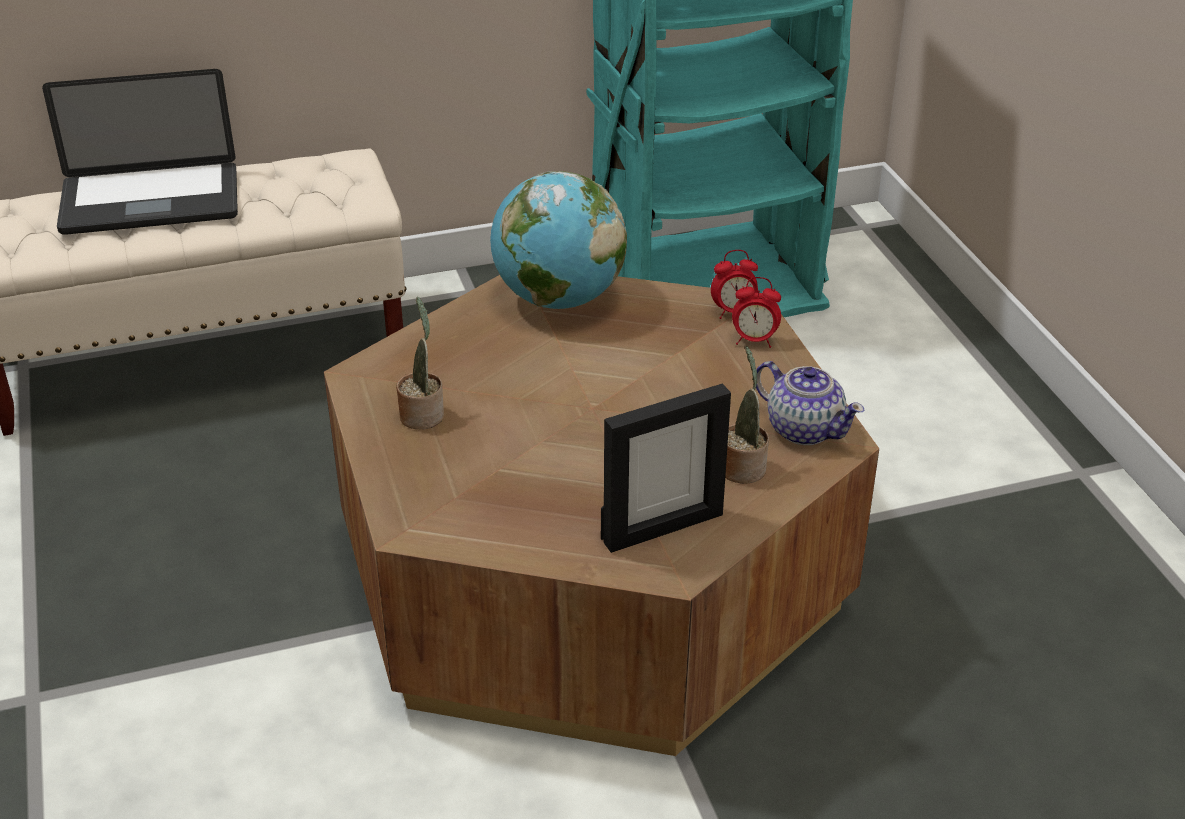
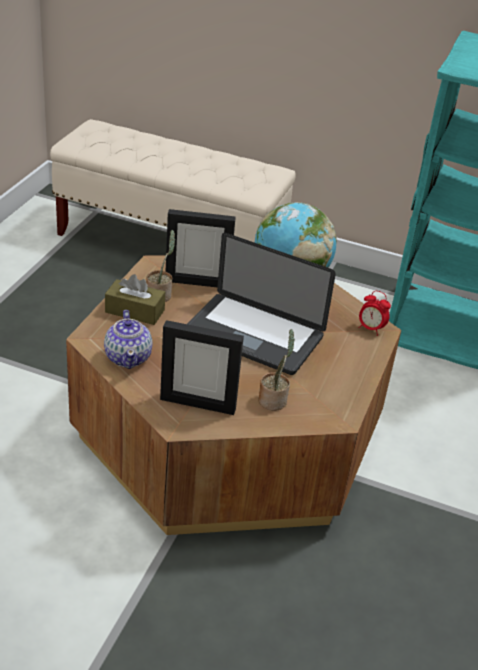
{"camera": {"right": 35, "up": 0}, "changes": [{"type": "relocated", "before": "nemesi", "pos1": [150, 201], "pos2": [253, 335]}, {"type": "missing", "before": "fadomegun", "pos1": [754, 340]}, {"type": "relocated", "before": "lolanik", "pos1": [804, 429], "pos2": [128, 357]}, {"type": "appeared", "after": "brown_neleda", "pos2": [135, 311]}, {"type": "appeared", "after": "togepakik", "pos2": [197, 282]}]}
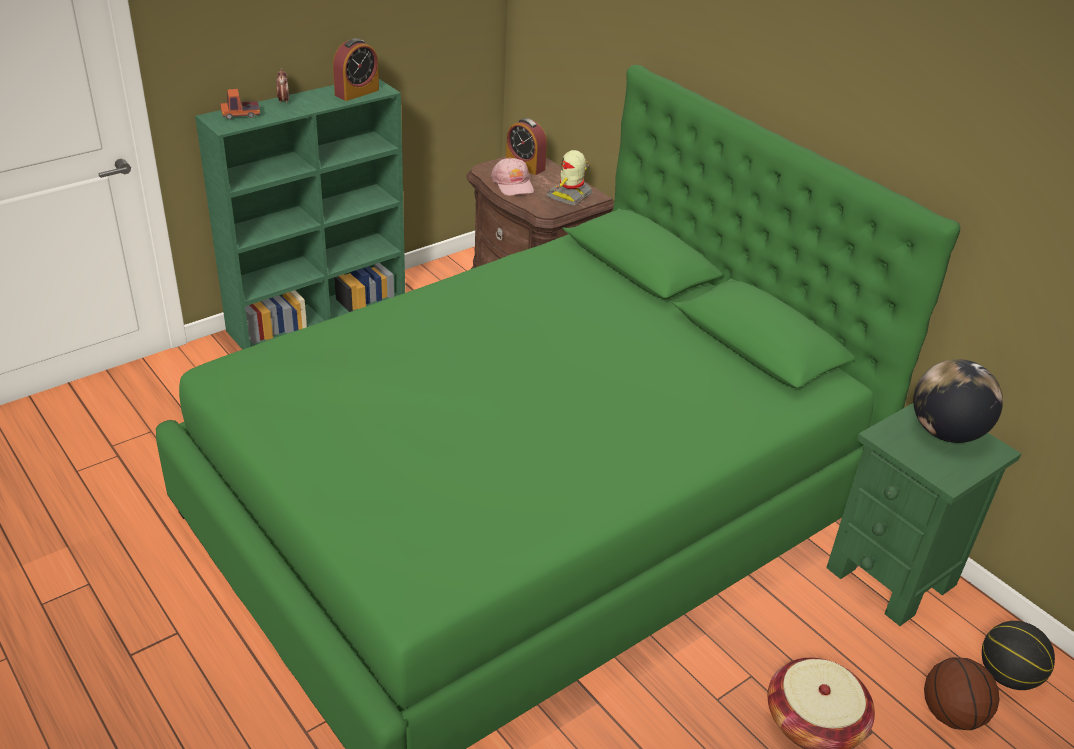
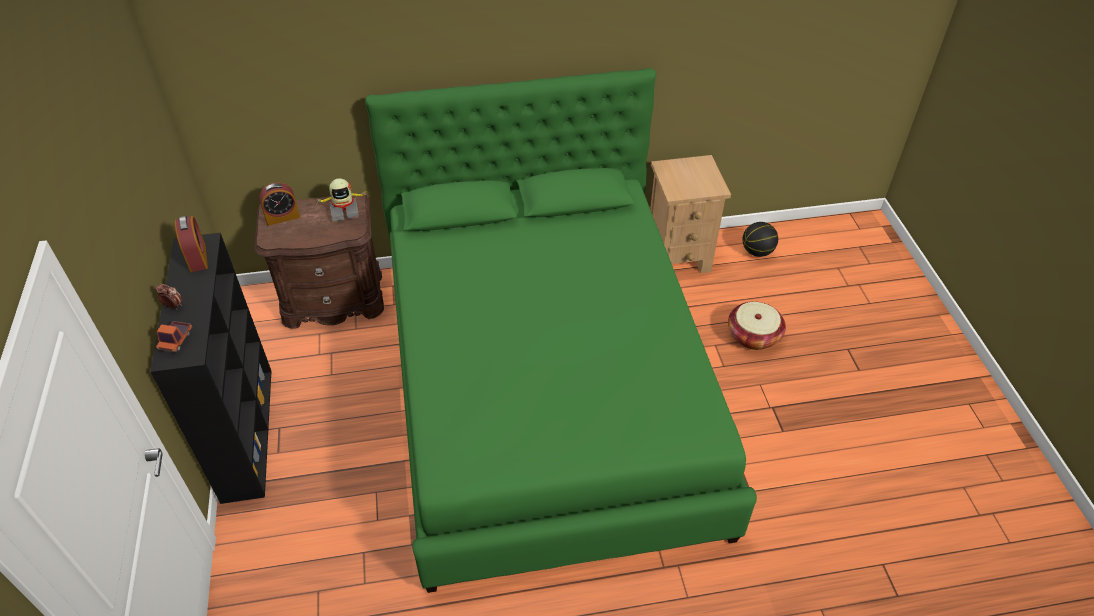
{"camera": {"right": -60, "up": 10}, "changes": [{"type": "colour", "before": "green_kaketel", "after": "black_kaketel", "pos1": [319, 314], "pos2": [247, 431]}, {"type": "missing", "before": "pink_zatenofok", "pos1": [513, 184]}, {"type": "spun", "before": "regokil", "pos1": [570, 196], "pos2": [344, 211], "turn": -75}, {"type": "colour", "before": "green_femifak", "after": "beige_femifak", "pos1": [891, 578], "pos2": [679, 257]}, {"type": "missing", "before": "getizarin", "pos1": [945, 433]}, {"type": "missing", "before": "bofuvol", "pos1": [952, 715]}]}
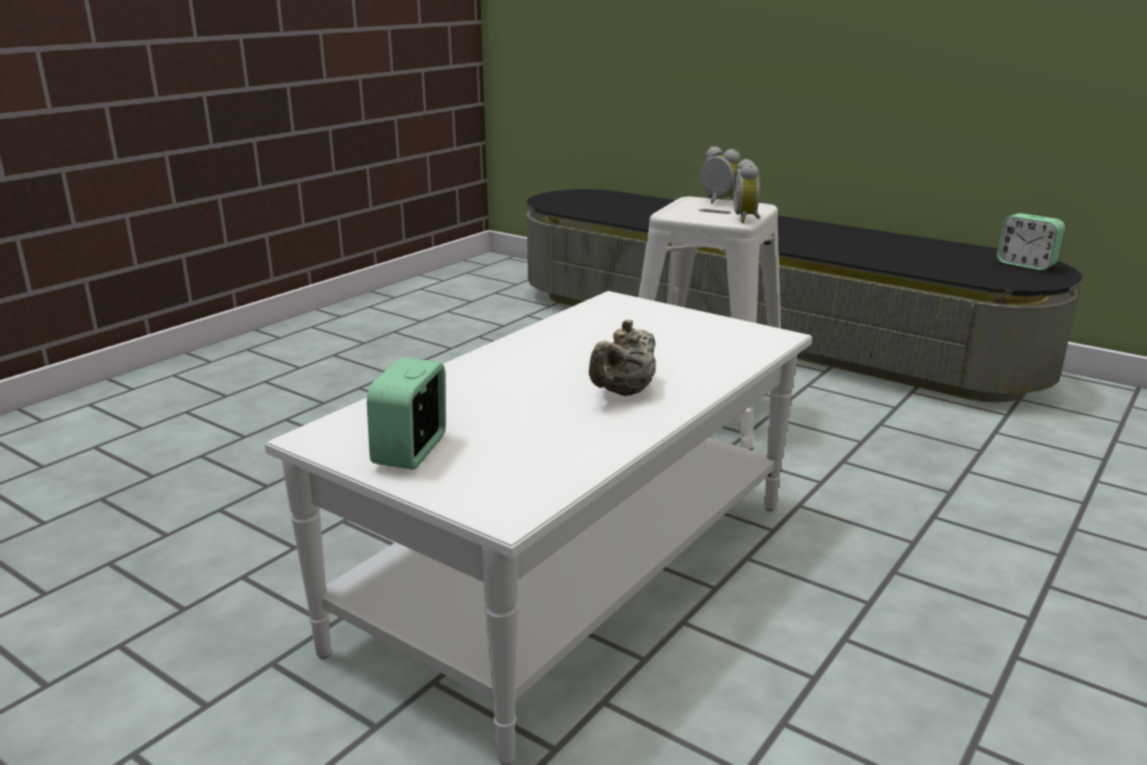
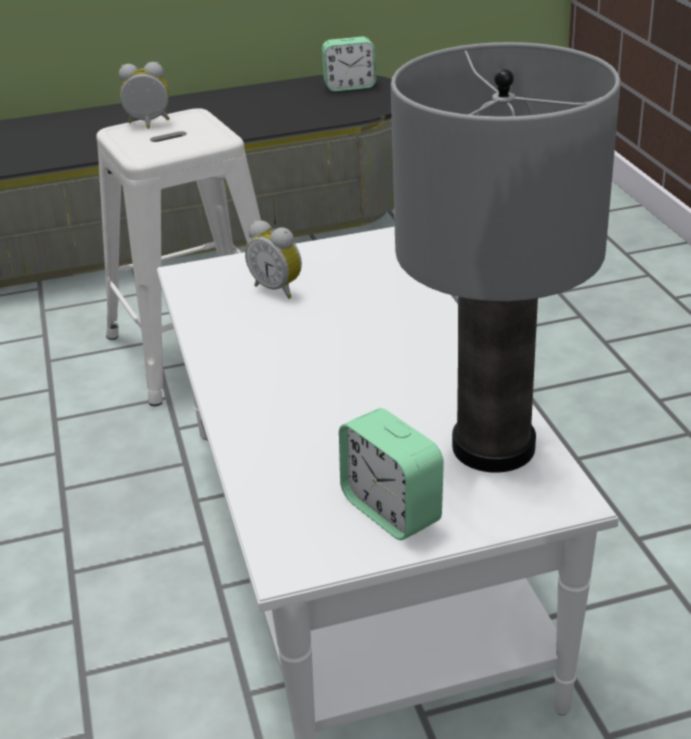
{"camera": {"right": -50, "up": 10}, "changes": [{"type": "missing", "before": "beige_lolanik", "pos1": [623, 392]}, {"type": "relocated", "before": "fadomegun", "pos1": [747, 219], "pos2": [278, 289]}, {"type": "appeared", "after": "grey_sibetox", "pos2": [494, 446]}]}
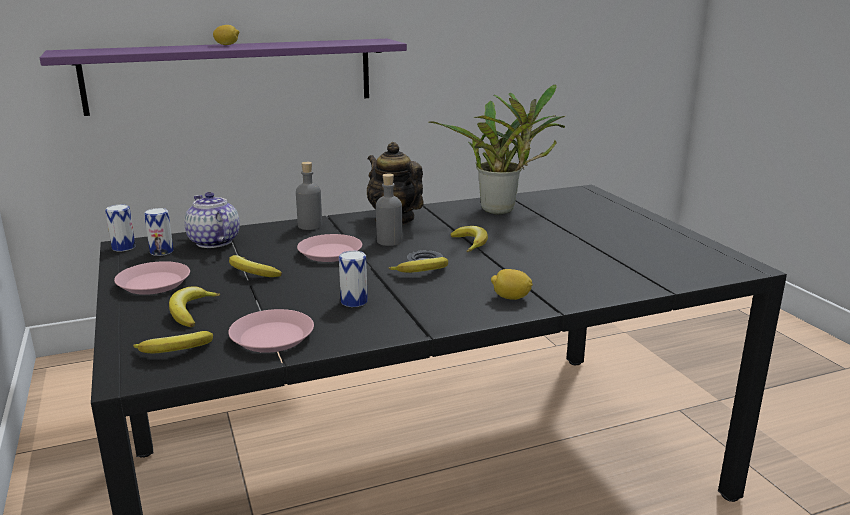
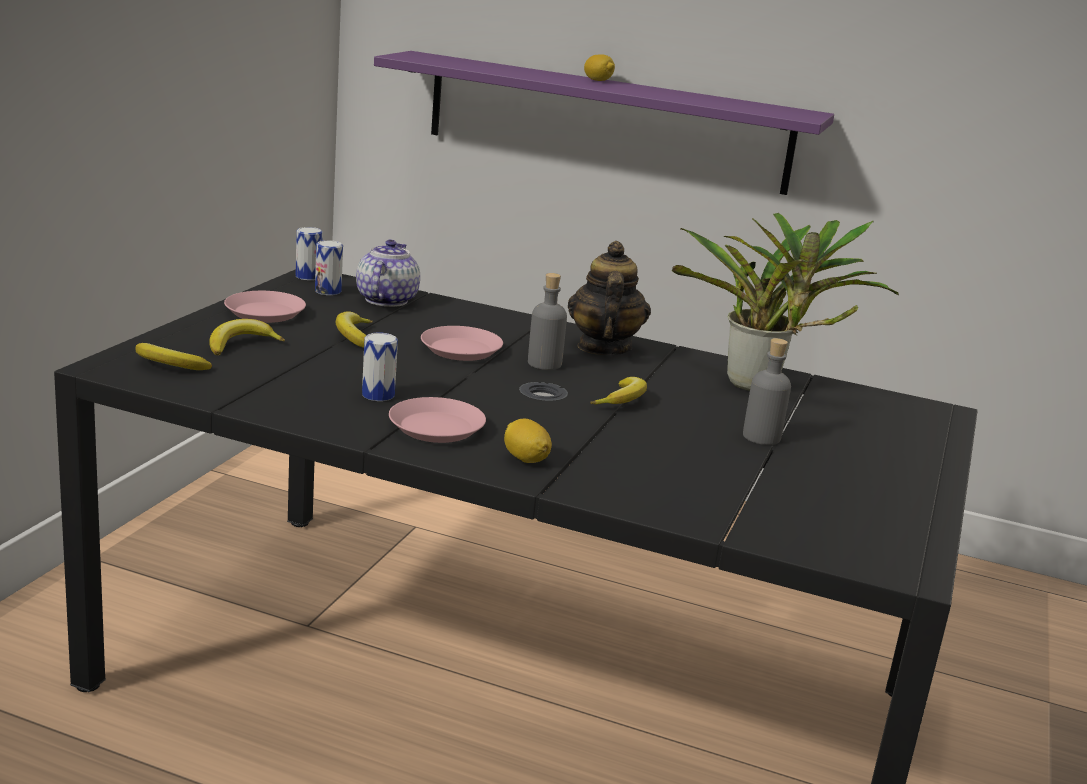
{"camera": {"right": 40, "up": 0}, "changes": [{"type": "relocated", "before": "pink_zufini", "pos1": [272, 337], "pos2": [436, 428]}, {"type": "relocated", "before": "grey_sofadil", "pos1": [310, 226], "pos2": [761, 437]}, {"type": "missing", "before": "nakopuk", "pos1": [422, 272]}]}
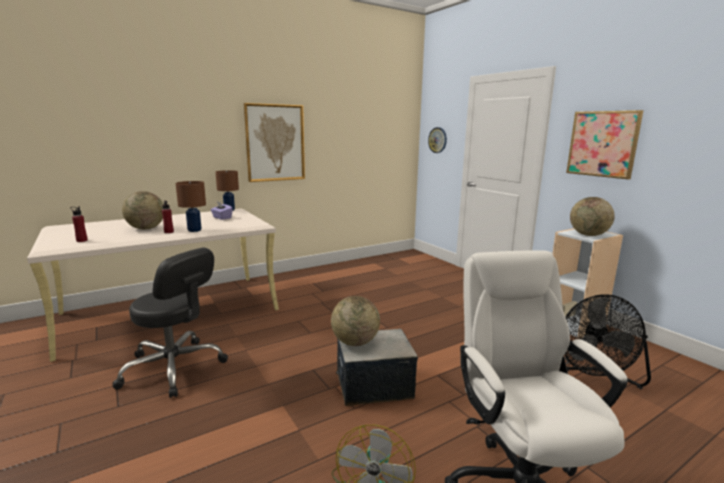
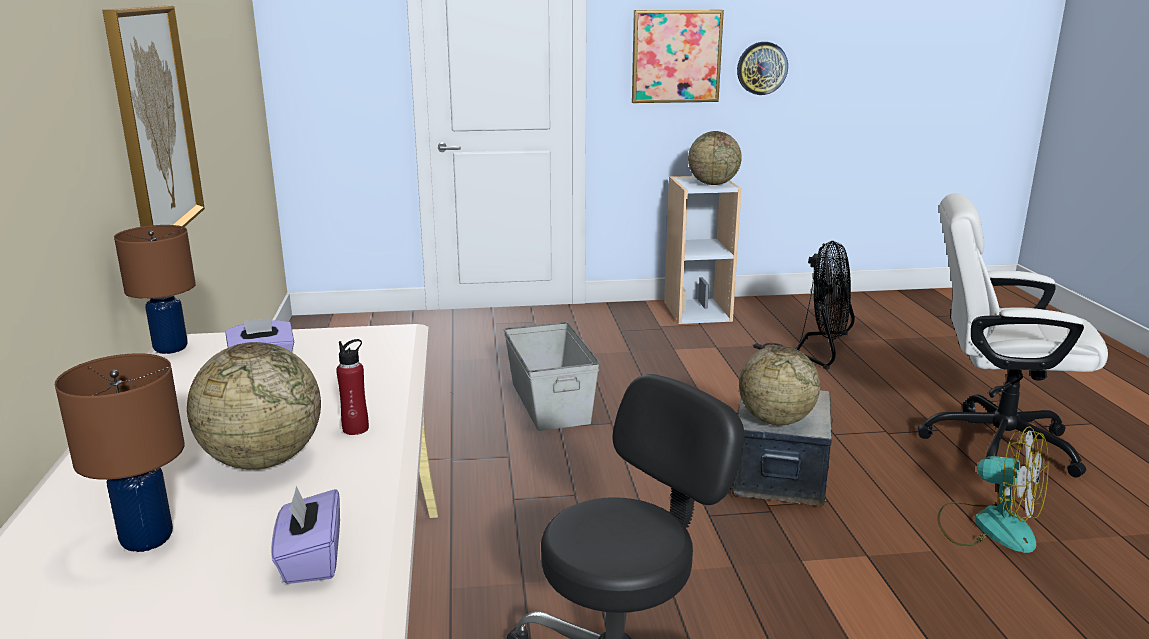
{"camera": {"right": -65, "up": 5}, "changes": [{"type": "exchanged", "before": "red_sofadil", "after": "purple_neleda", "pos1": [81, 240], "pos2": [310, 560]}, {"type": "relocated", "before": "brown_sibetox", "pos1": [194, 230], "pos2": [149, 540]}, {"type": "relocated", "before": "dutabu", "pos1": [437, 140], "pos2": [762, 68]}, {"type": "appeared", "after": "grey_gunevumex", "pos2": [549, 403]}]}
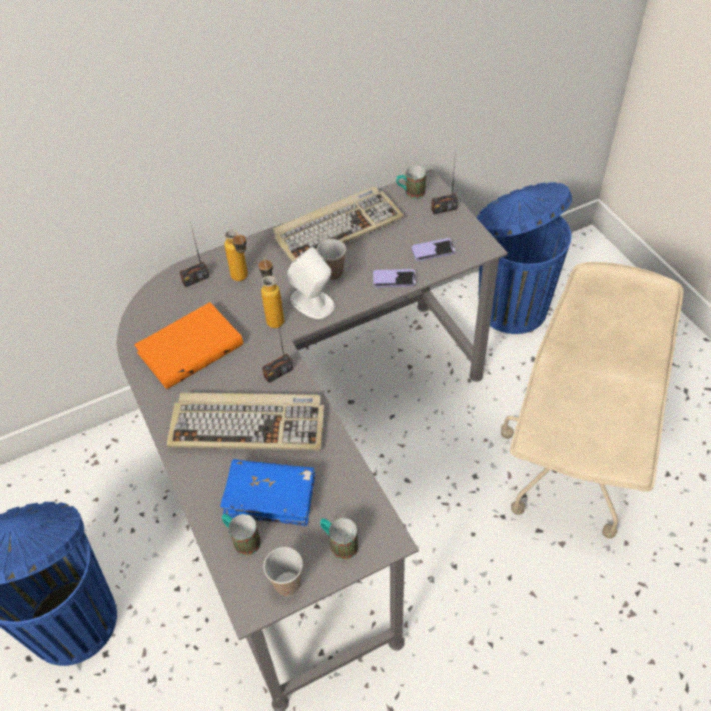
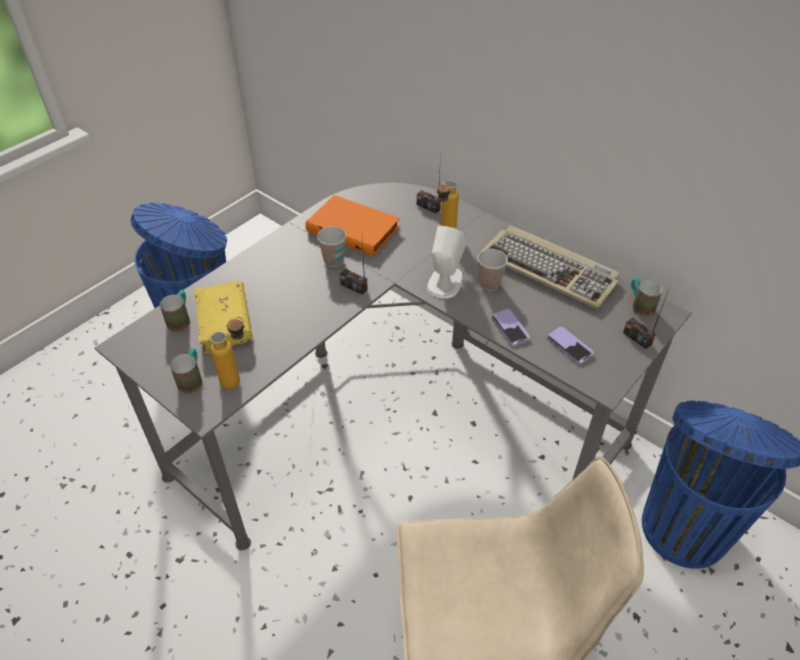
{"camera": {"right": 65, "up": -5}, "changes": [{"type": "missing", "before": "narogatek", "pos1": [249, 424]}, {"type": "colour", "before": "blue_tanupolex", "after": "yellow_tanupolex", "pos1": [270, 497], "pos2": [225, 323]}, {"type": "relocated", "before": "sofadil", "pos1": [274, 316], "pos2": [238, 378]}, {"type": "relocated", "before": "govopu", "pos1": [287, 583], "pos2": [334, 261]}]}
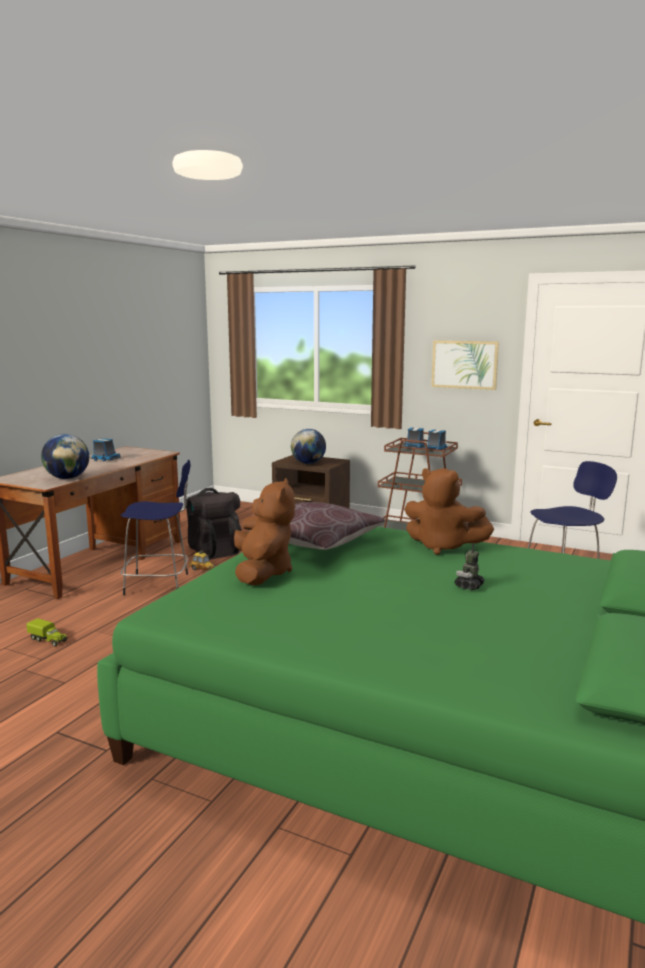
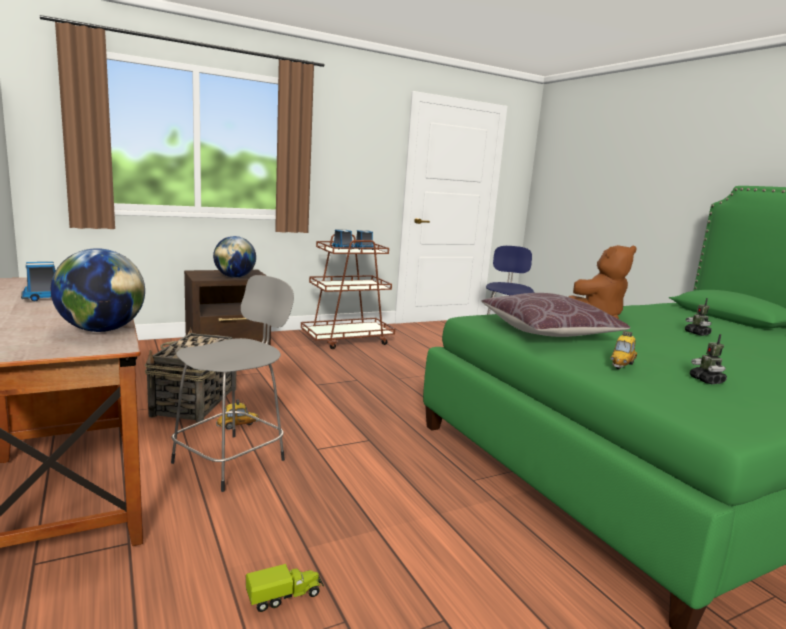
{"camera": {"right": -55, "up": 0}, "changes": [{"type": "colour", "before": "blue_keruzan", "after": "grey_keruzan", "pos1": [159, 584], "pos2": [232, 460]}, {"type": "exchanged", "before": "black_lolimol", "after": "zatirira", "pos1": [214, 550], "pos2": [194, 402]}, {"type": "exchanged", "before": "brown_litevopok", "after": "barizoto", "pos1": [262, 573], "pos2": [621, 365]}, {"type": "missing", "before": "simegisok", "pos1": [464, 364]}, {"type": "appeared", "after": "regokil", "pos2": [706, 380]}]}
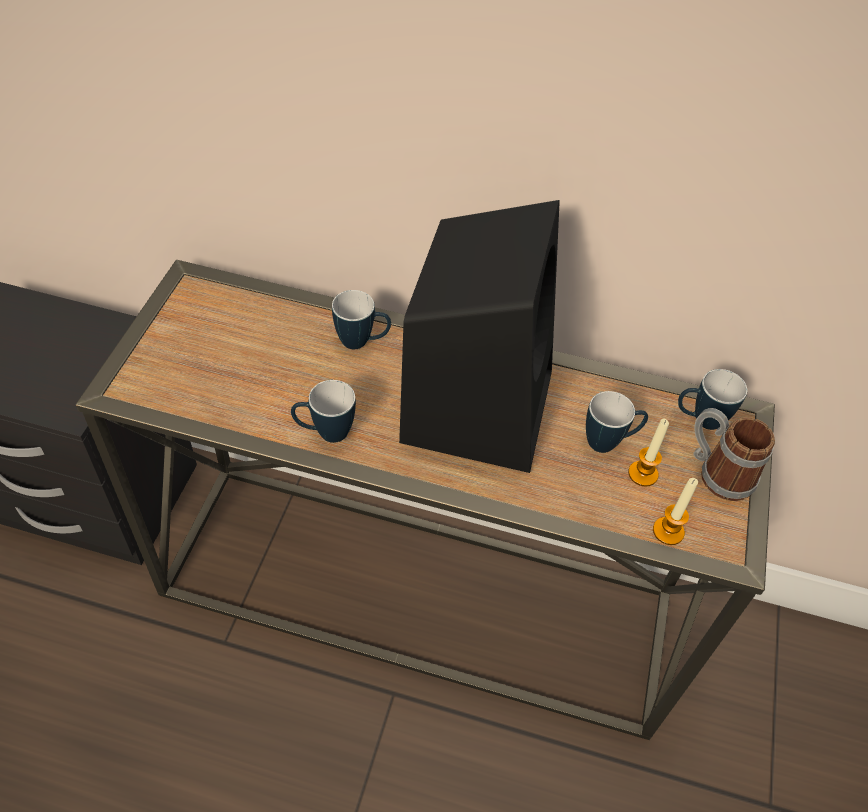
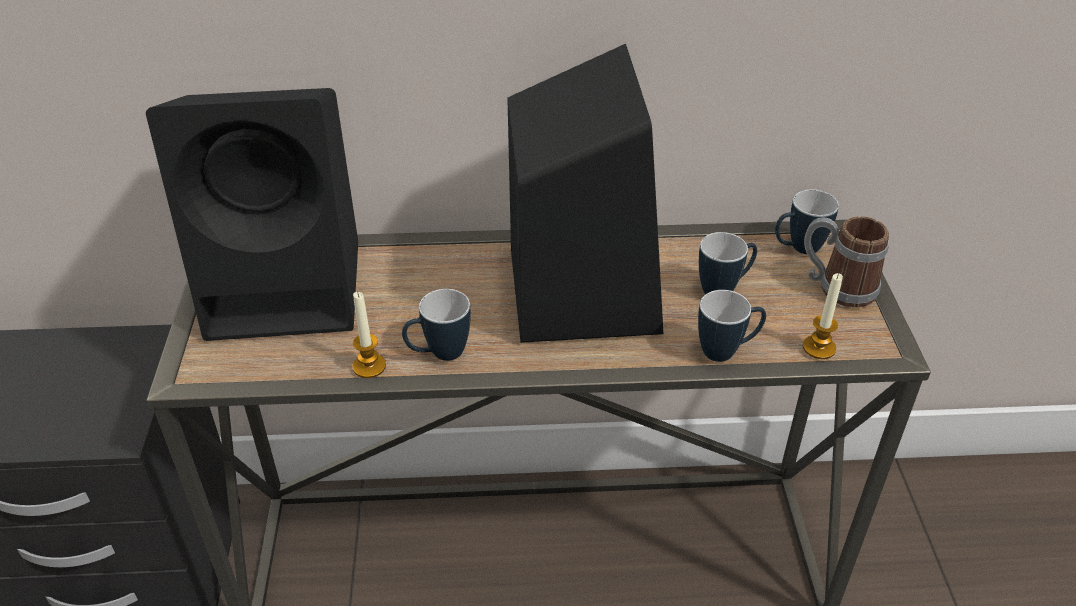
{"camera": {"right": -15, "up": -10}, "changes": [{"type": "relocated", "before": "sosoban", "pos1": [362, 342], "pos2": [727, 351]}, {"type": "relocated", "before": "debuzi", "pos1": [643, 474], "pos2": [369, 366]}, {"type": "appeared", "after": "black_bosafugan", "pos2": [290, 287]}]}
